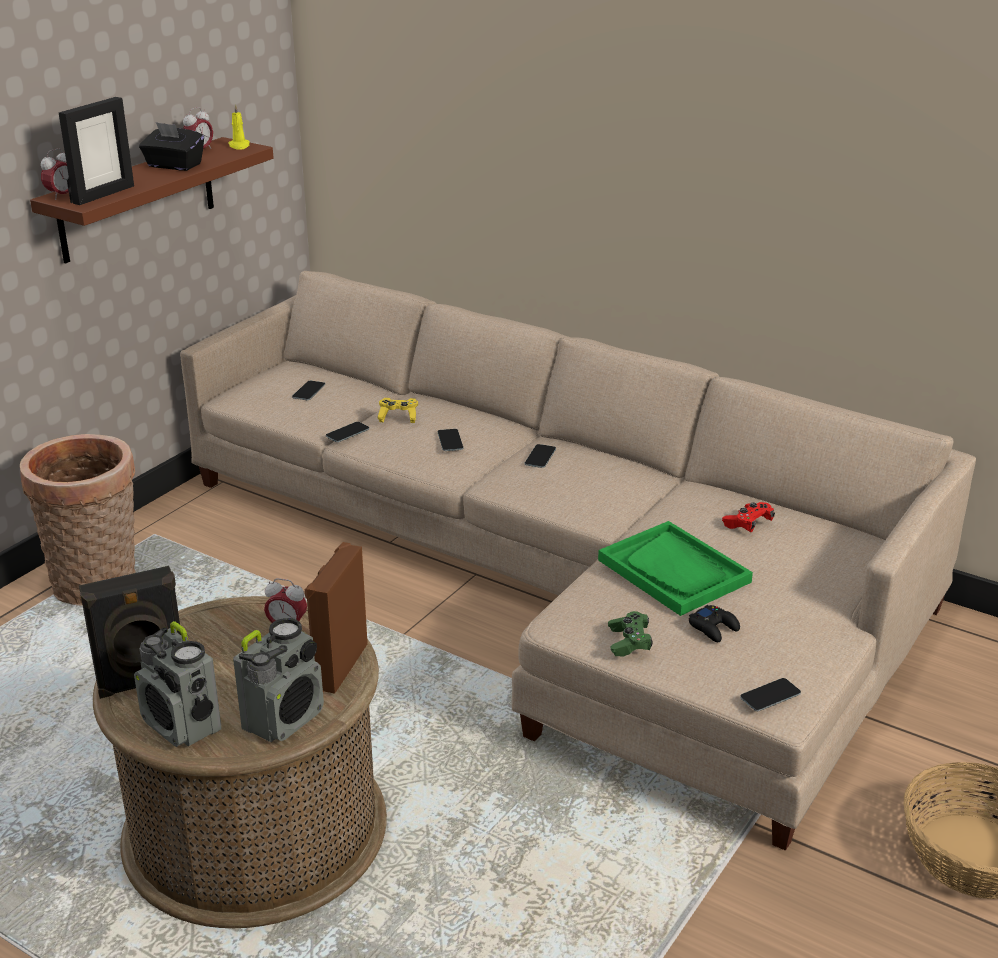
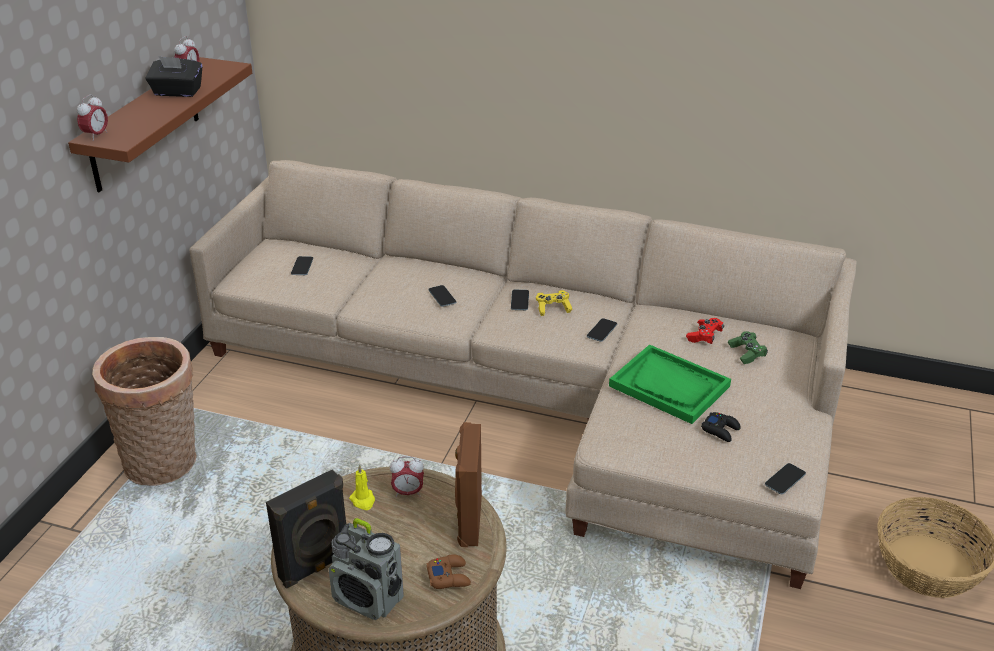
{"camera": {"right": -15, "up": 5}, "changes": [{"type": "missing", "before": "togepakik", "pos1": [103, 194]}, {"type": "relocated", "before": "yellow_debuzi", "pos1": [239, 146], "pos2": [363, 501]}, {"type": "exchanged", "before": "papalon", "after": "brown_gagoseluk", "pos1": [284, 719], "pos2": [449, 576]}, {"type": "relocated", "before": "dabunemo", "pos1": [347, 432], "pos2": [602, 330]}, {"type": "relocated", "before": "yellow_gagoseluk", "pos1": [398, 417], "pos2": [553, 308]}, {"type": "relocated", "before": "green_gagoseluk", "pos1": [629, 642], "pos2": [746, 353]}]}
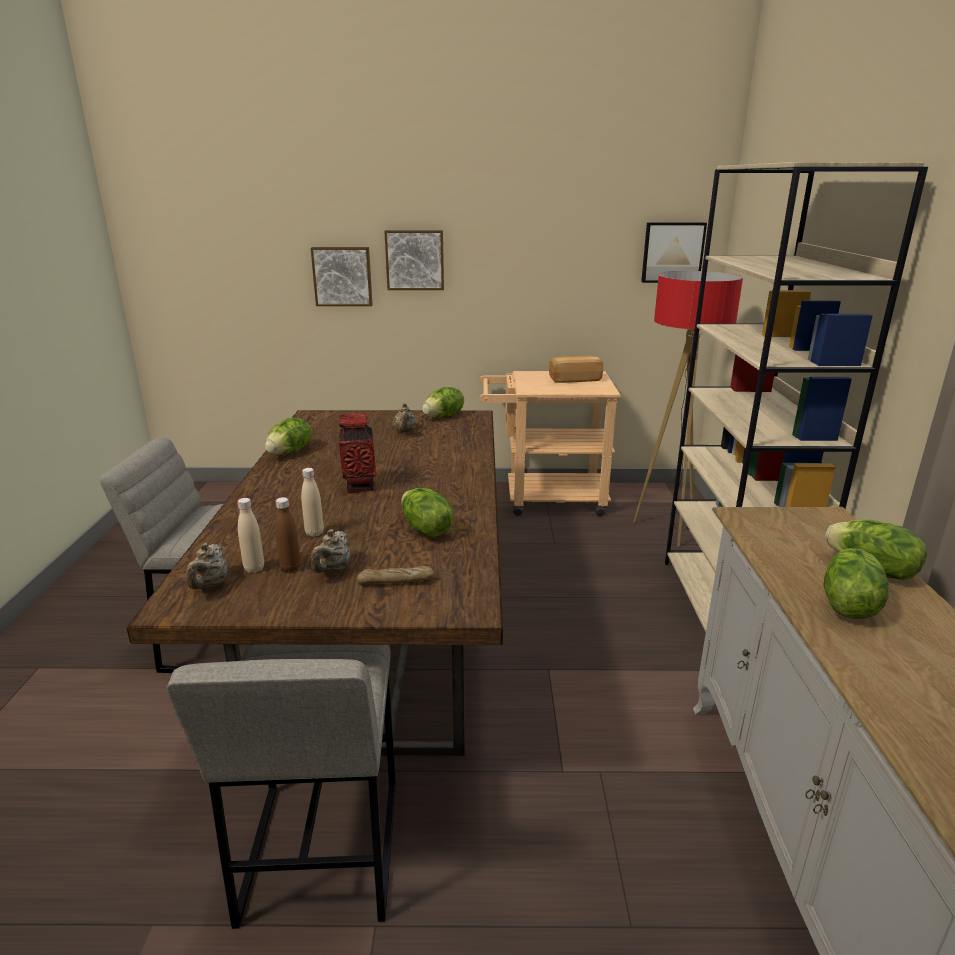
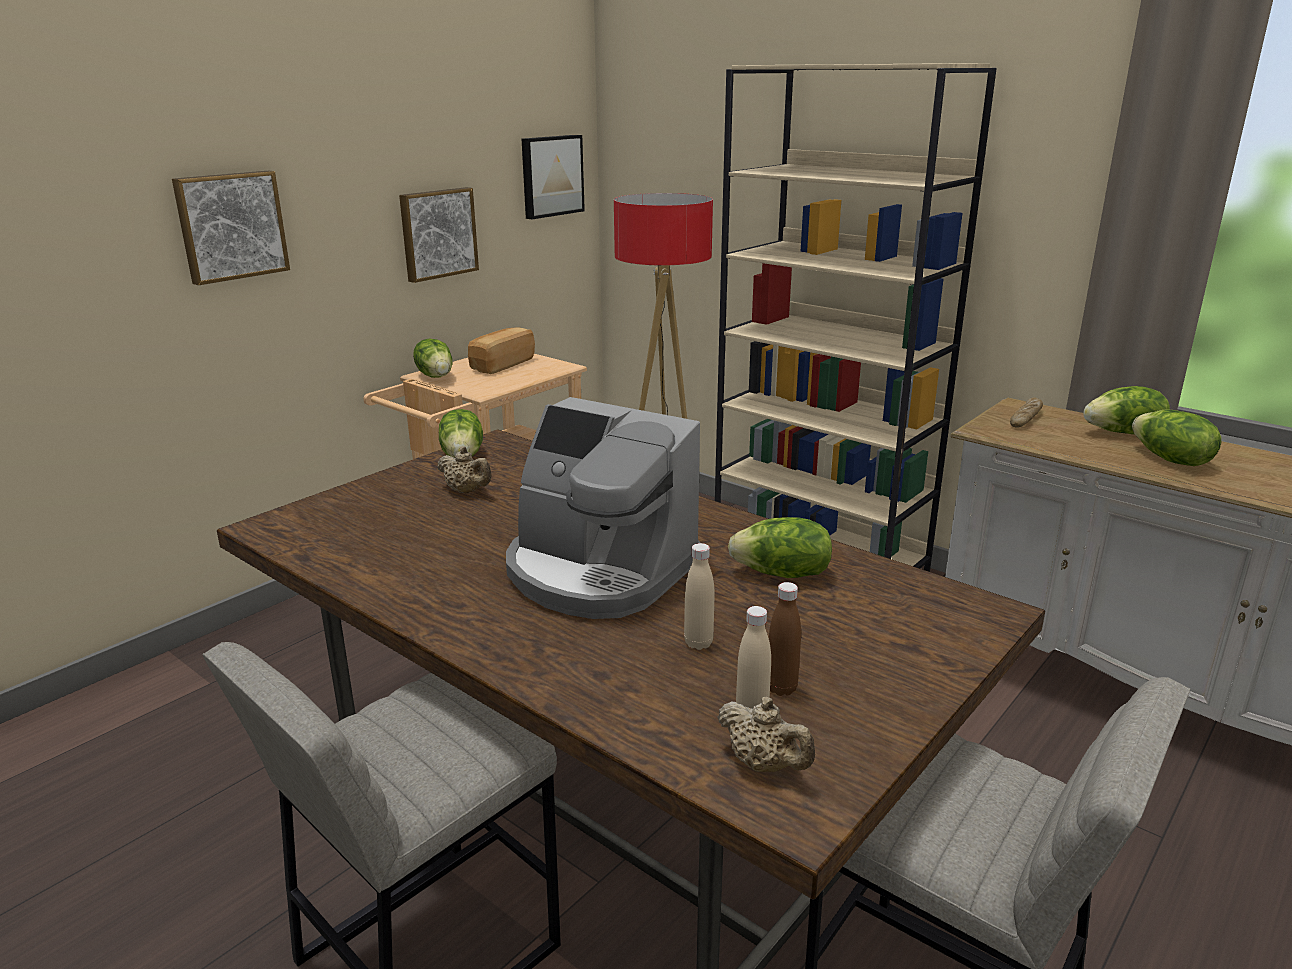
{"camera": {"right": -50, "up": 0}, "changes": [{"type": "relocated", "before": "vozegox", "pos1": [291, 452], "pos2": [436, 376]}, {"type": "relocated", "before": "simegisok", "pos1": [342, 276], "pos2": [437, 233]}, {"type": "missing", "before": "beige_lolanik", "pos1": [332, 570]}, {"type": "exchanged", "before": "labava", "after": "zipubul", "pos1": [360, 486], "pos2": [598, 572]}, {"type": "relocated", "before": "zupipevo", "pos1": [395, 582], "pos2": [1025, 419]}]}
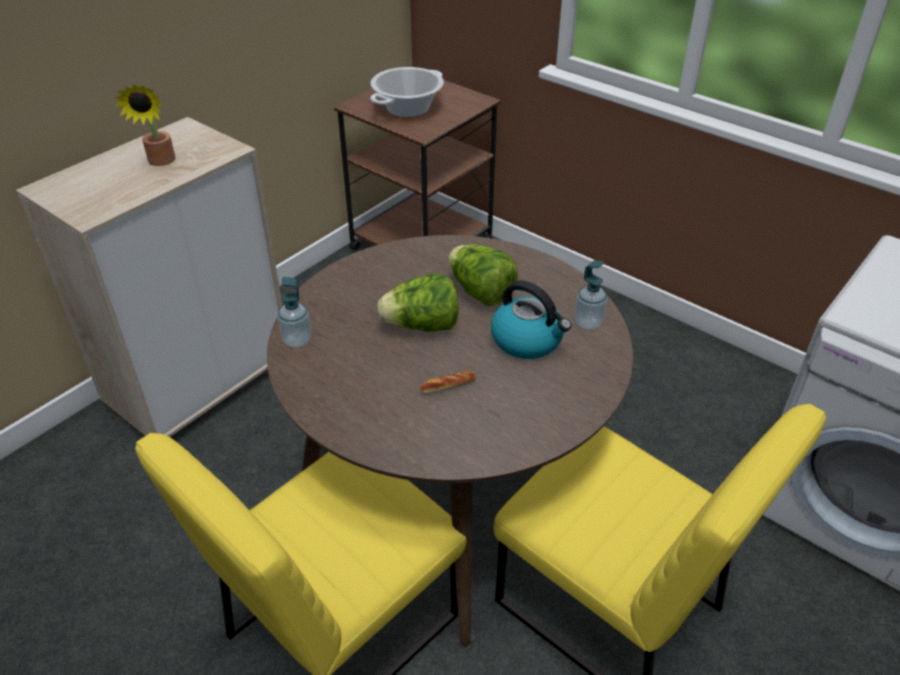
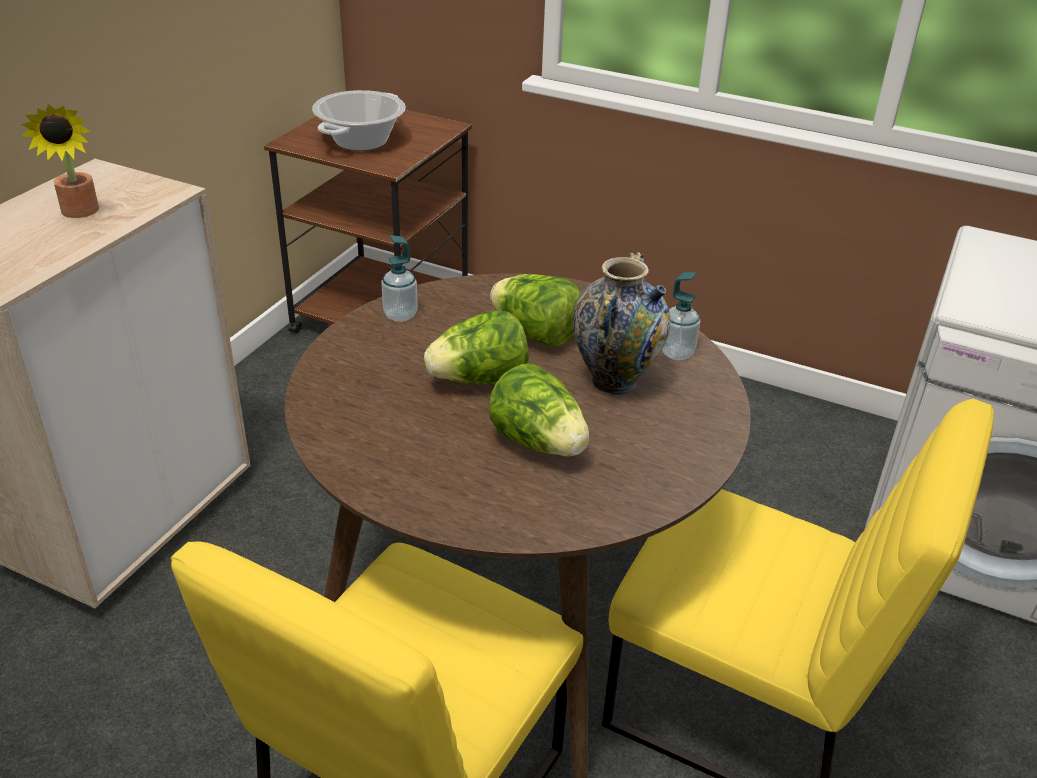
{"camera": {"right": -15, "up": -5}, "changes": [{"type": "relocated", "before": "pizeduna", "pos1": [297, 340], "pos2": [400, 315]}, {"type": "exchanged", "before": "zupipevo", "after": "vozegox", "pos1": [448, 385], "pos2": [539, 443]}, {"type": "exchanged", "before": "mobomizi", "after": "labava", "pos1": [528, 340], "pos2": [614, 380]}]}
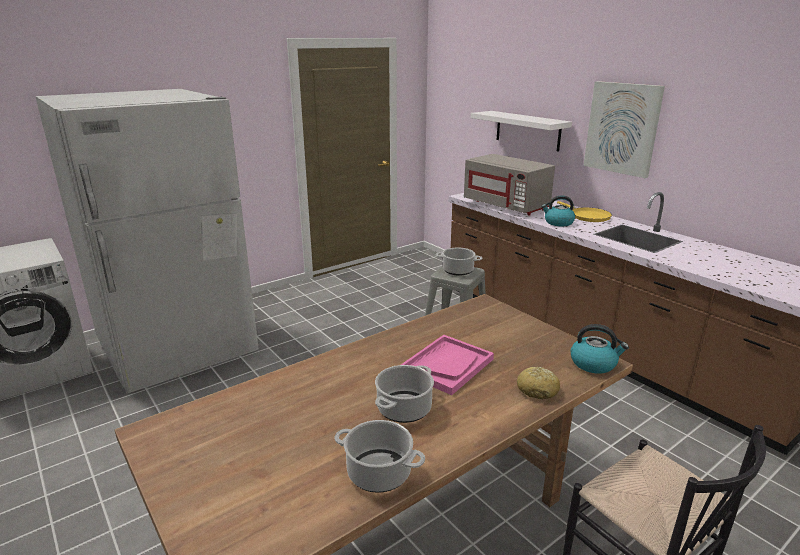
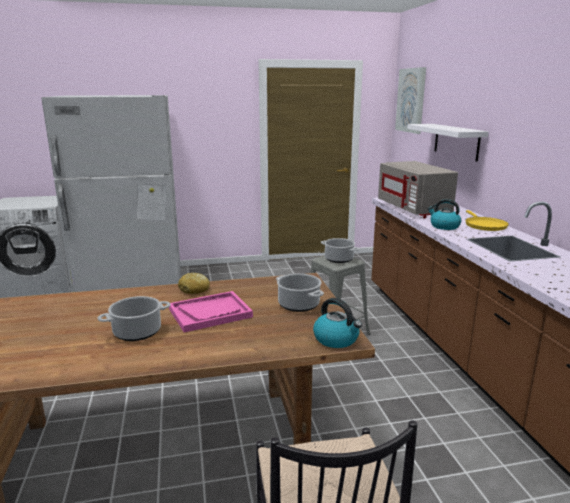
{"camera": {"right": 25, "up": -5}, "changes": [{"type": "relocated", "before": "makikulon", "pos1": [378, 473], "pos2": [298, 305]}, {"type": "relocated", "before": "zupipevo", "pos1": [537, 390], "pos2": [194, 290]}, {"type": "relocated", "before": "simegisok", "pos1": [622, 128], "pos2": [411, 100]}]}
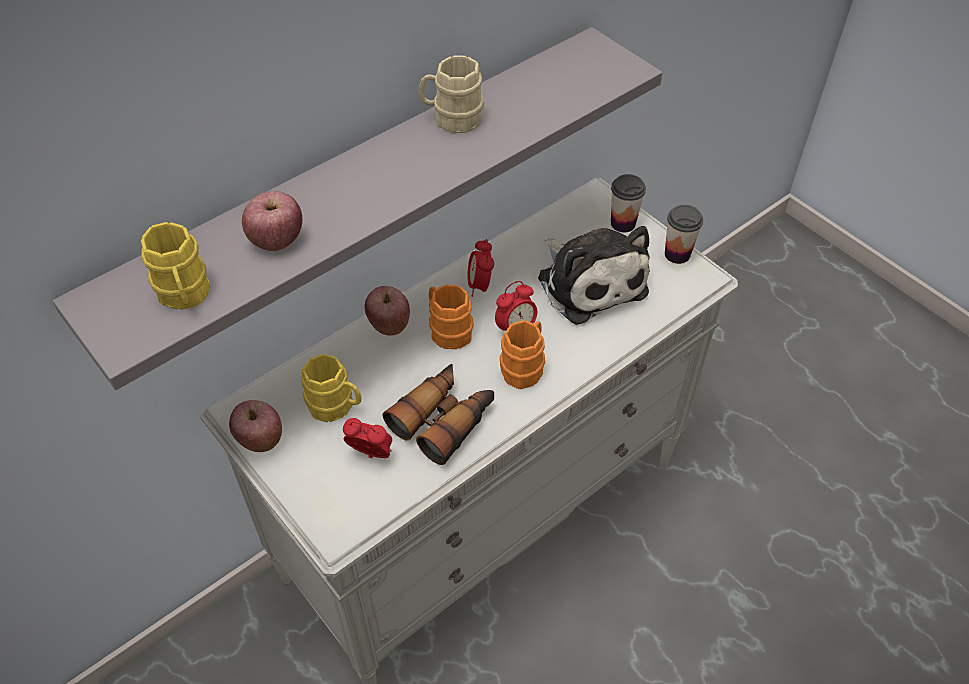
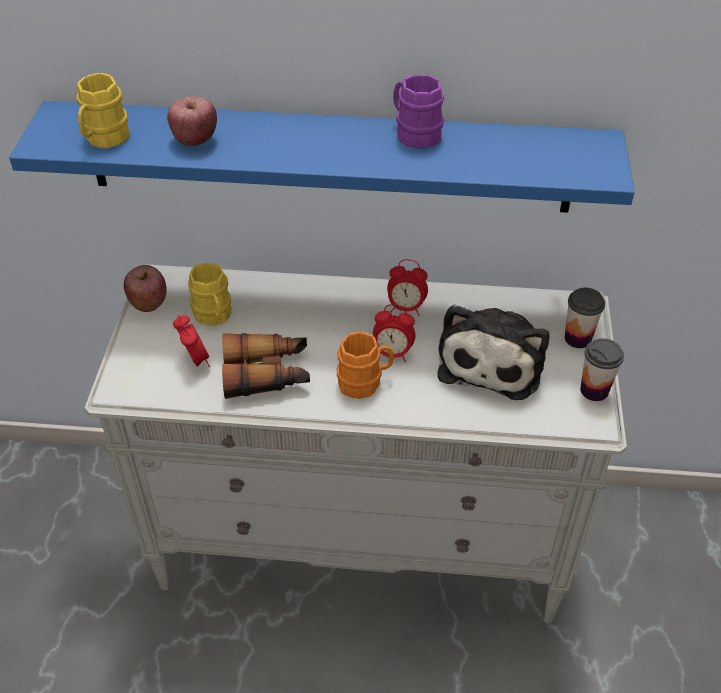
{"camera": {"right": 45, "up": -5}, "changes": [{"type": "colour", "before": "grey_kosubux", "after": "blue_kosubux", "pos1": [363, 187], "pos2": [328, 157]}, {"type": "missing", "before": "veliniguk", "pos1": [389, 324]}, {"type": "colour", "before": "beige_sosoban", "after": "purple_sosoban", "pos1": [452, 118], "pos2": [414, 133]}, {"type": "missing", "before": "orange_sosoban", "pos1": [447, 330]}, {"type": "spun", "before": "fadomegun", "pos1": [480, 286], "pos2": [406, 308], "turn": -120}]}
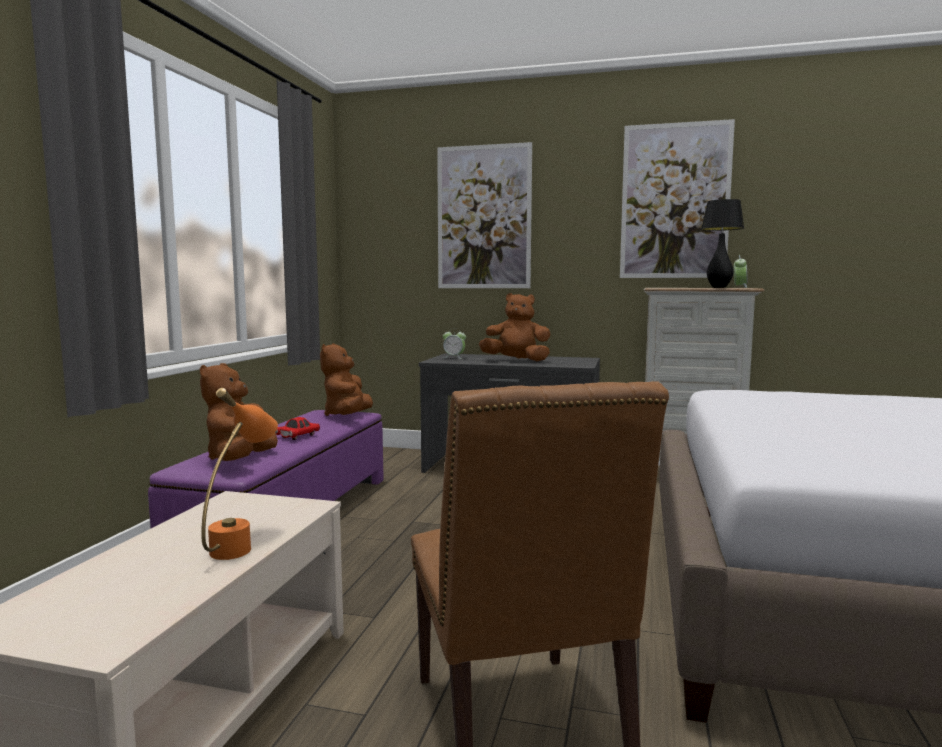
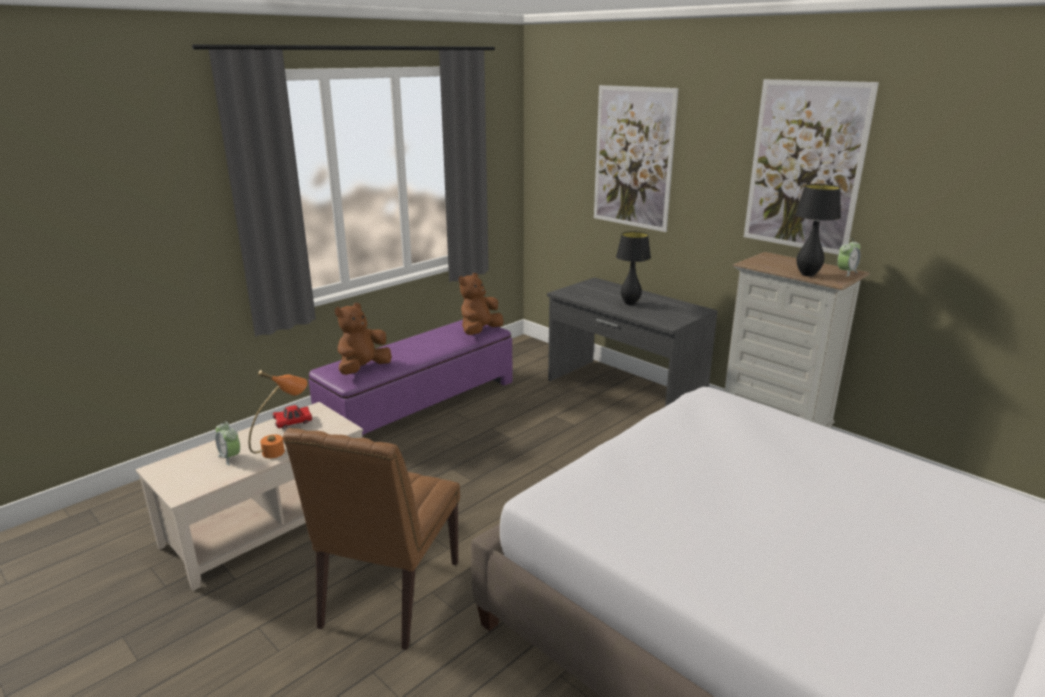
{"camera": {"right": 30, "up": 15}, "changes": [{"type": "relocated", "before": "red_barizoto", "pos1": [298, 437], "pos2": [293, 423]}, {"type": "relocated", "before": "fadomegun", "pos1": [454, 357], "pos2": [230, 457]}, {"type": "exchanged", "before": "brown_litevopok", "after": "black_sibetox", "pos1": [516, 360], "pos2": [630, 303]}]}
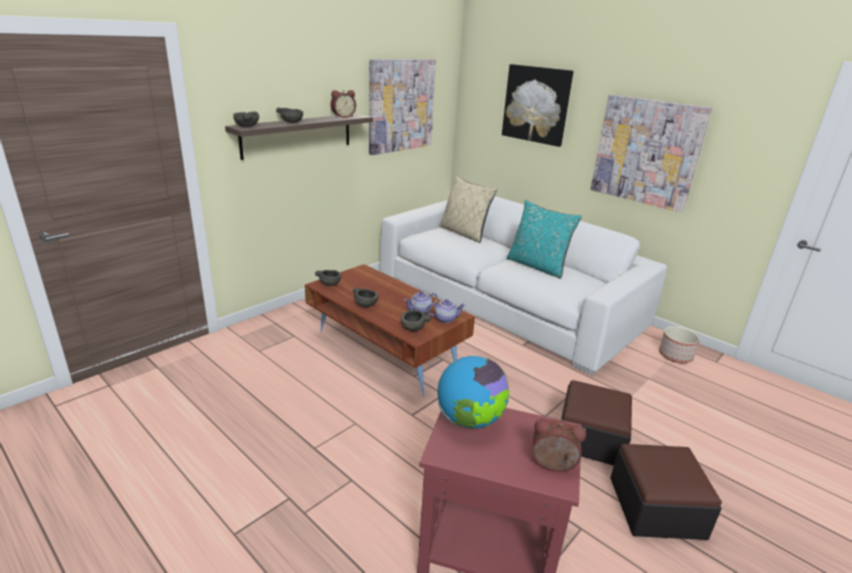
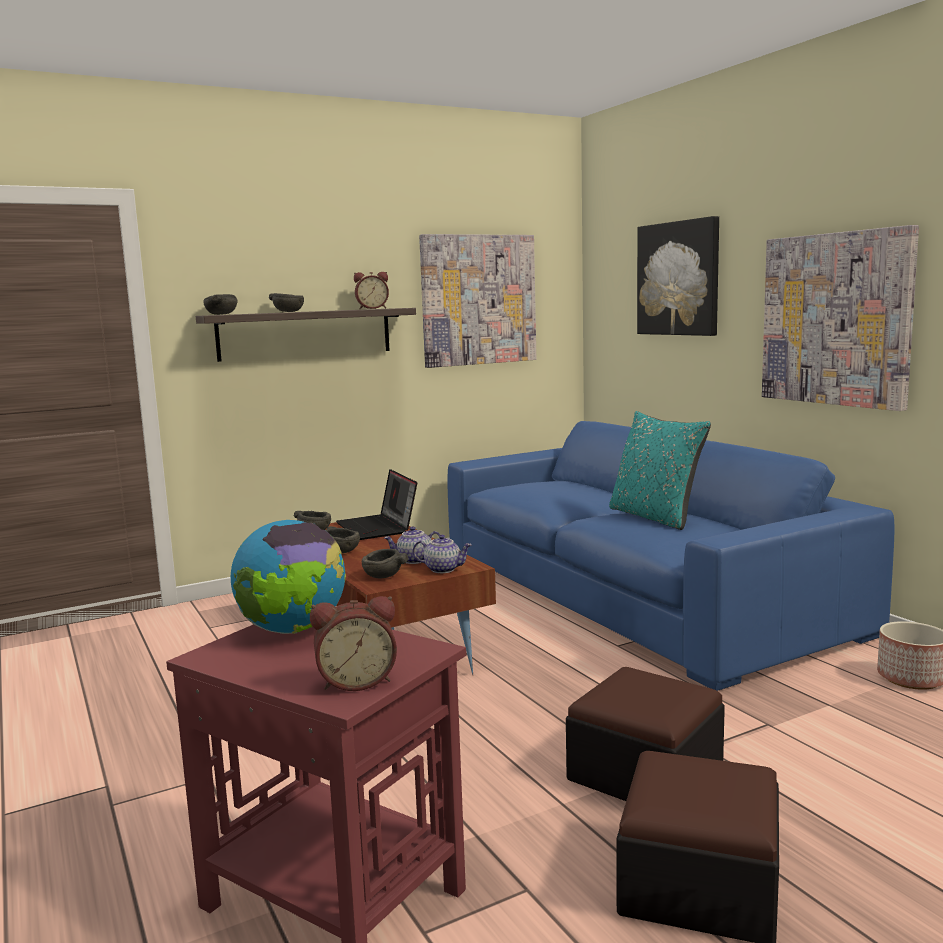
{"camera": {"right": 20, "up": -15}, "changes": [{"type": "colour", "before": "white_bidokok", "after": "blue_bidokok", "pos1": [507, 300], "pos2": [635, 591]}, {"type": "missing", "before": "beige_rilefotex", "pos1": [464, 233]}, {"type": "spun", "before": "fadomegun", "pos1": [552, 465], "pos2": [356, 681], "turn": 135}, {"type": "appeared", "after": "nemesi", "pos2": [378, 528]}]}
